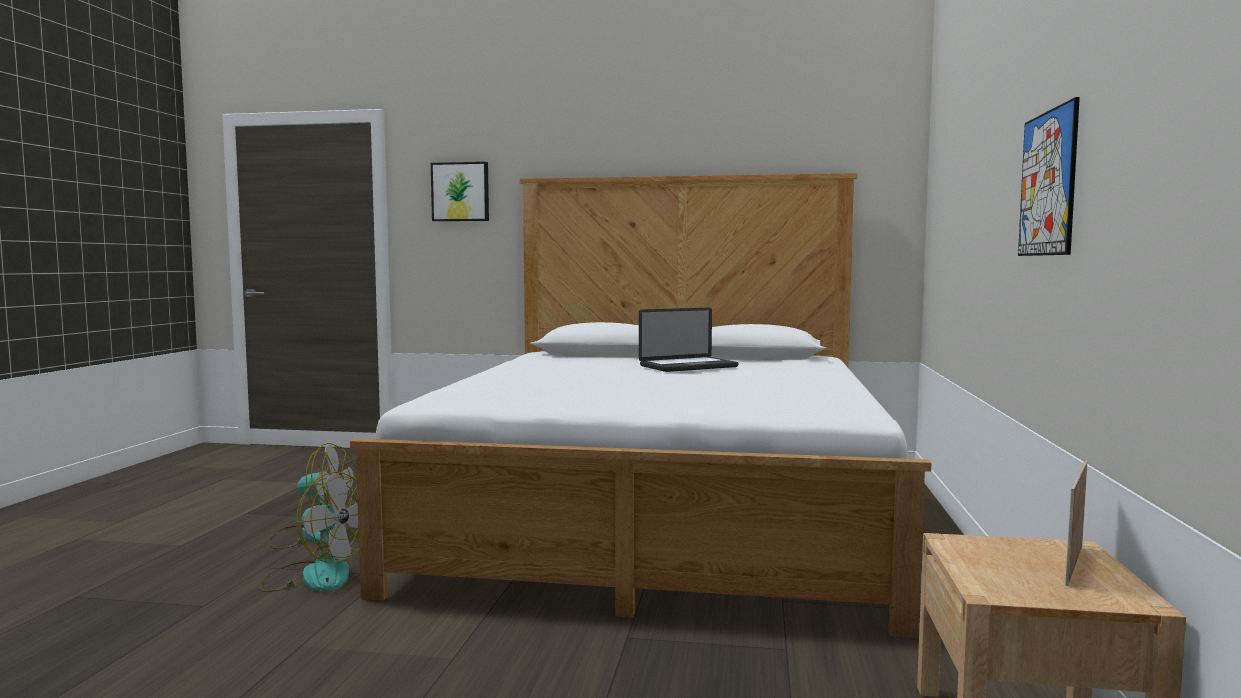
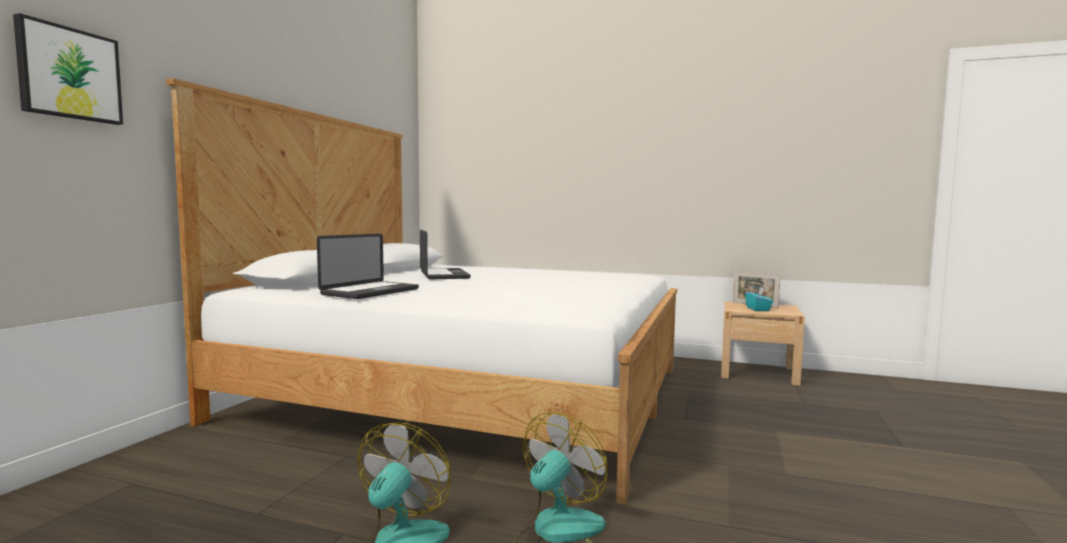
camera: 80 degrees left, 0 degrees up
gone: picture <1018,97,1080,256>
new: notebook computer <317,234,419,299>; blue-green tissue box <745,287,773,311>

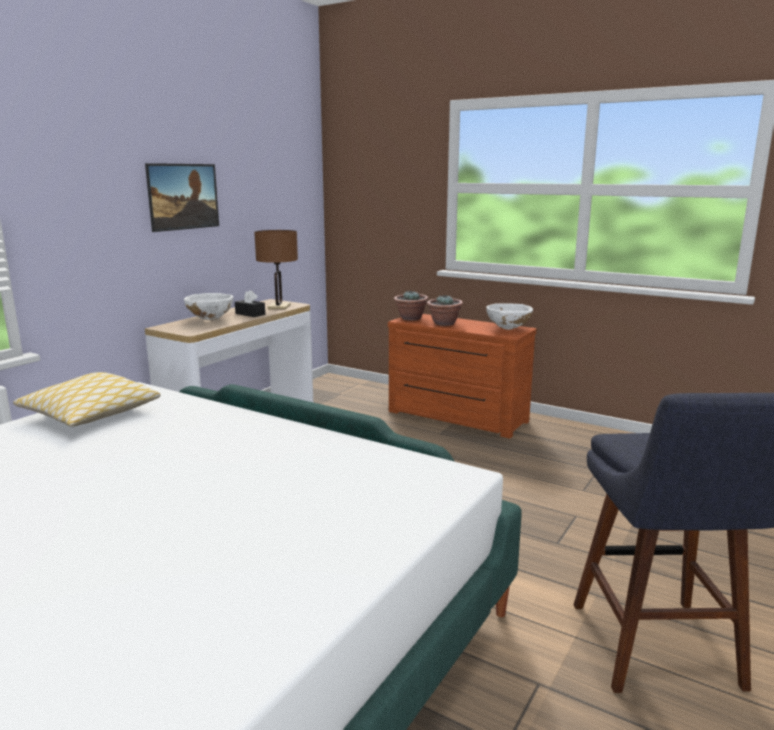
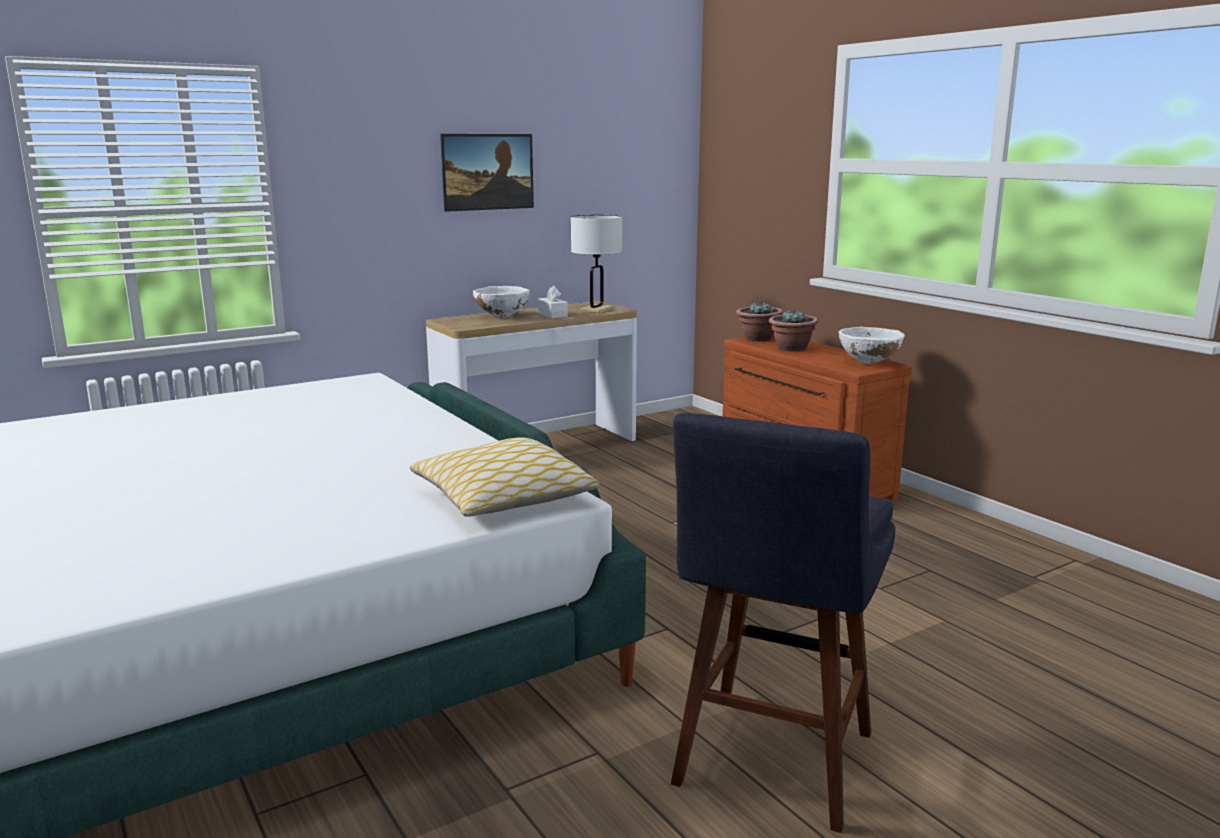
camera: 25 degrees right, 0 degrees up
shifted: cushion <13,372,161,427> to <410,437,600,517>
repainted: brown lamp for a table <254,230,298,309> to white lamp for a table <571,215,622,313>; blackish tissue box <235,290,265,317> to white tissue box <537,286,568,319>

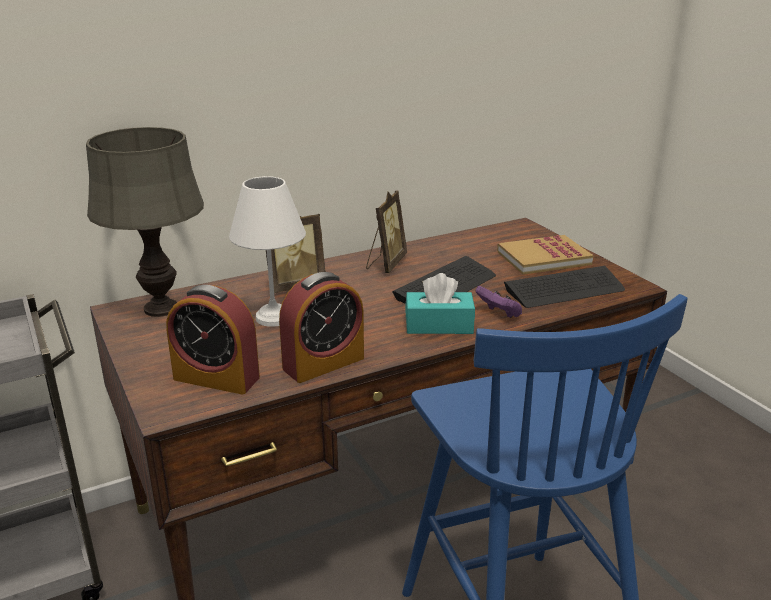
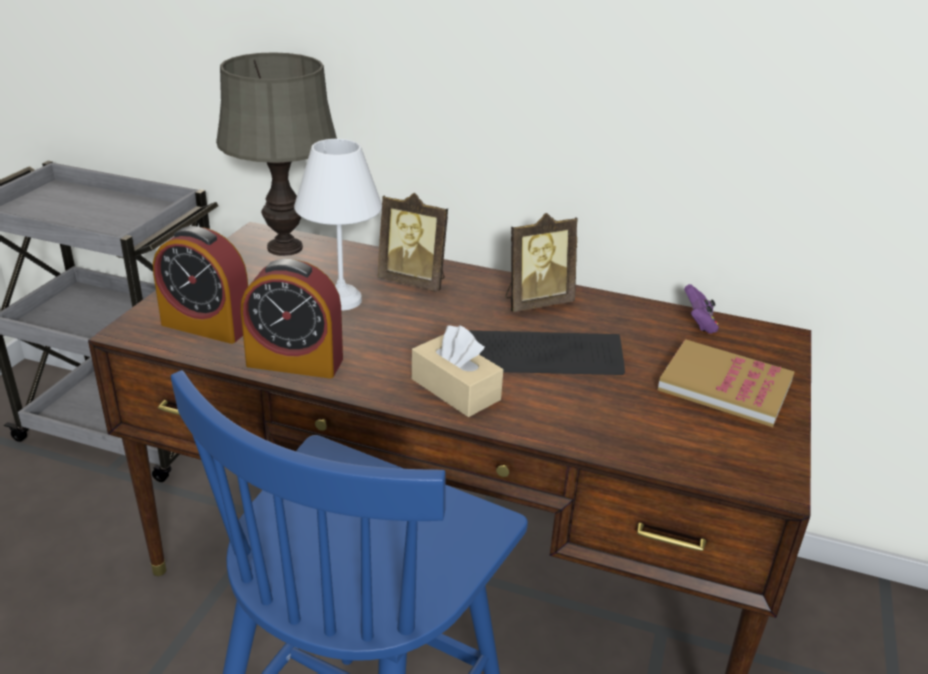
camera: 45 degrees right, 5 degrees up
gone: keyboard <504,266,625,308>
shifted: purplish gamepad <475,286,522,318> to <684,284,719,334>
repainted: blue-green tissue box <405,273,475,334> to sand-coloured tissue box <412,325,503,417>
rotated: table clock <166,285,260,394> = <153,226,248,344> 45 degrees counterclockwise

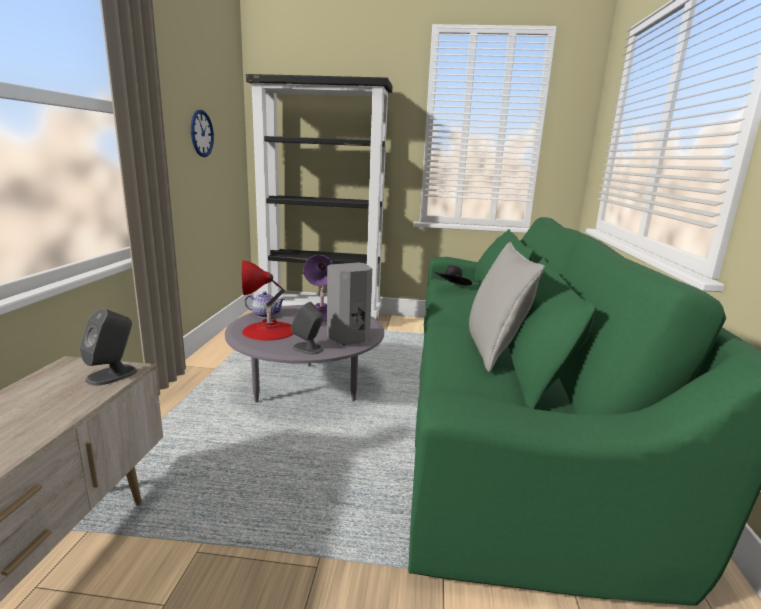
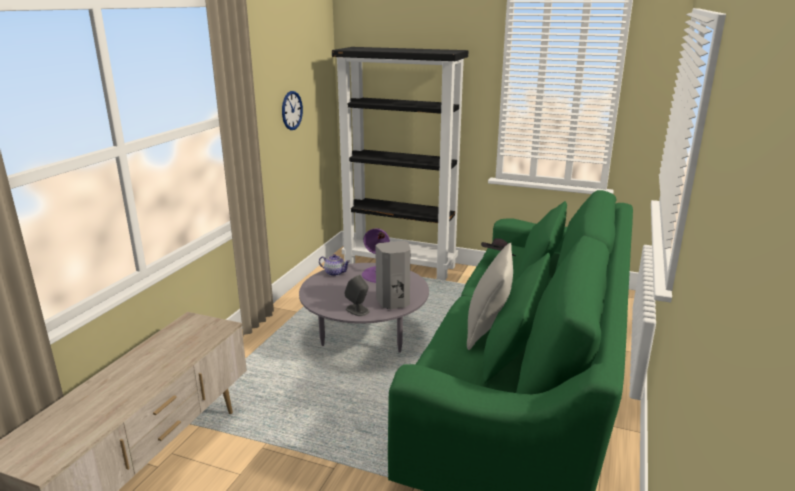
camera: 15 degrees right, 5 degrees up
gone: red-coloured lamp for a table <242,260,294,341>; grey loudspeaker <80,308,137,386>

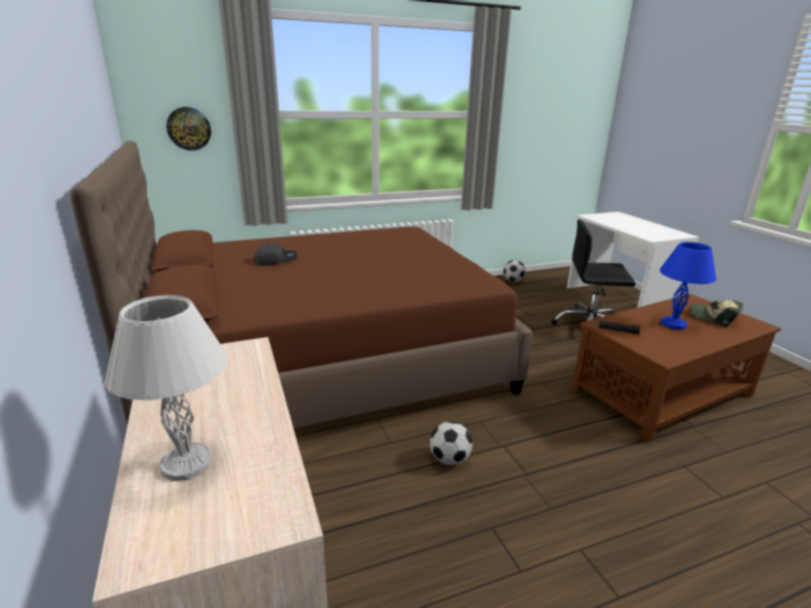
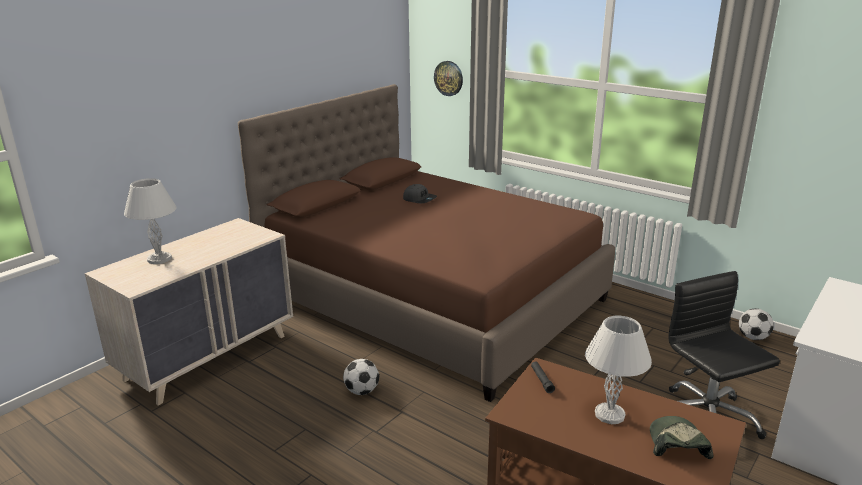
camera: 60 degrees right, 0 degrees up
repainted: blue lamp for a table <660,242,716,330> to white lamp for a table <585,315,652,424>

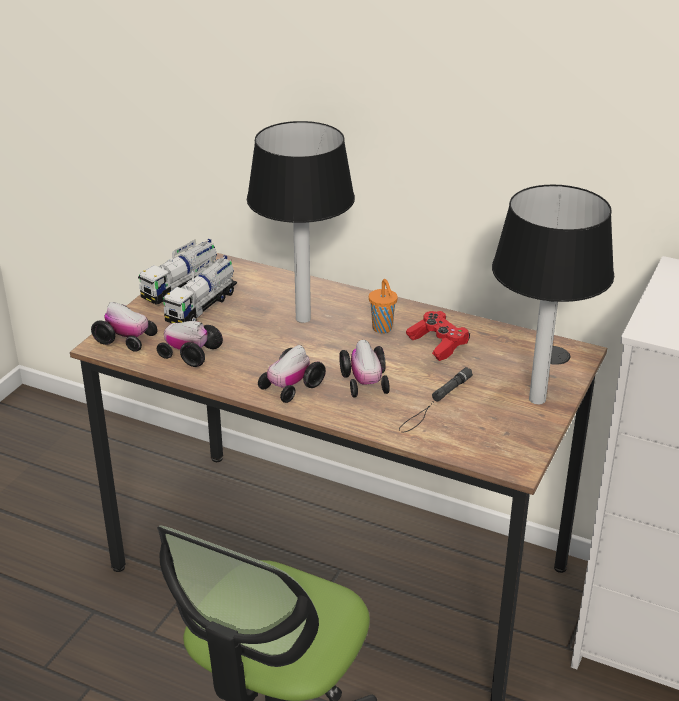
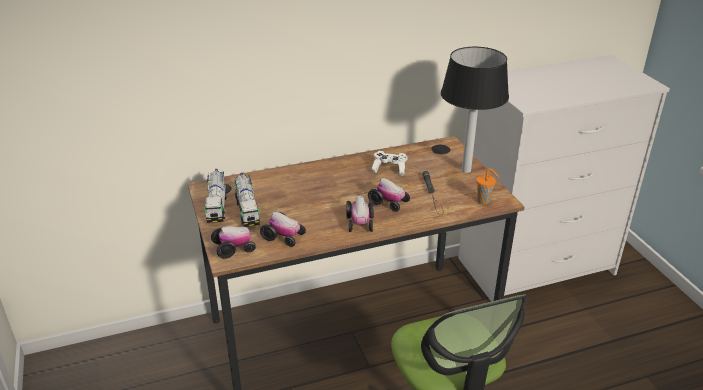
camera: 45 degrees left, 0 degrees up
gone: lamp for a table <247,121,355,323>
shifted: orangey cup <369,279,398,333> to <476,168,498,204>
repainted: red-coloured gamepad <406,311,470,361> to white gamepad <371,151,408,176>
rotated: model car <157,321,223,367> = <260,211,306,247> 135 degrees counterclockwise

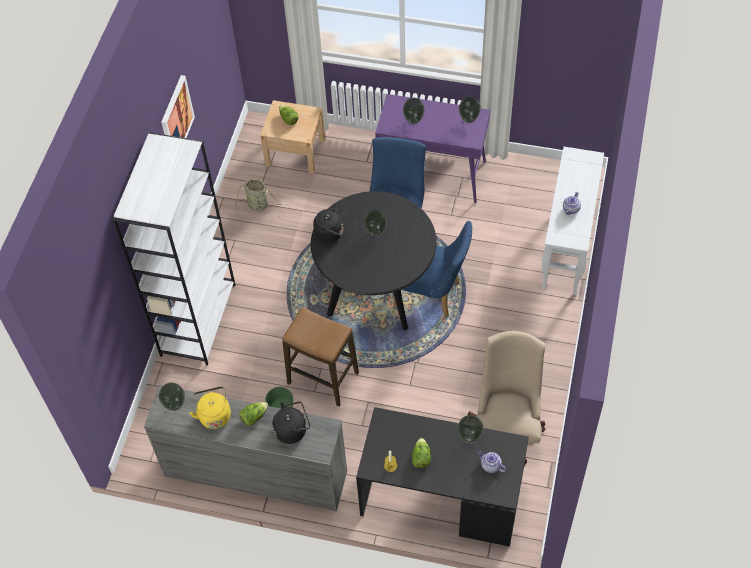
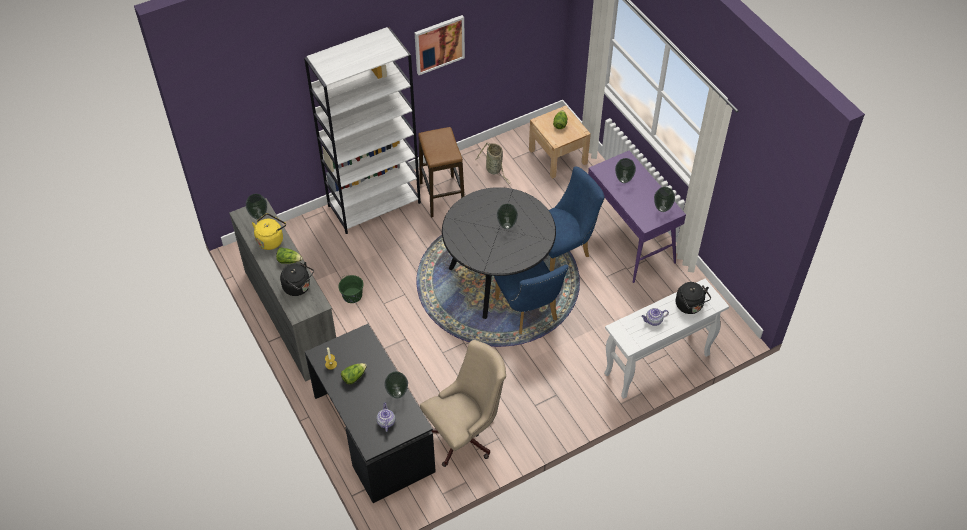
camera: 45 degrees right, 5 degrees down
shifted: blackish water kettle <313,206,347,243> to <676,282,711,314>; stool seat <282,307,359,406> to <418,127,465,218>

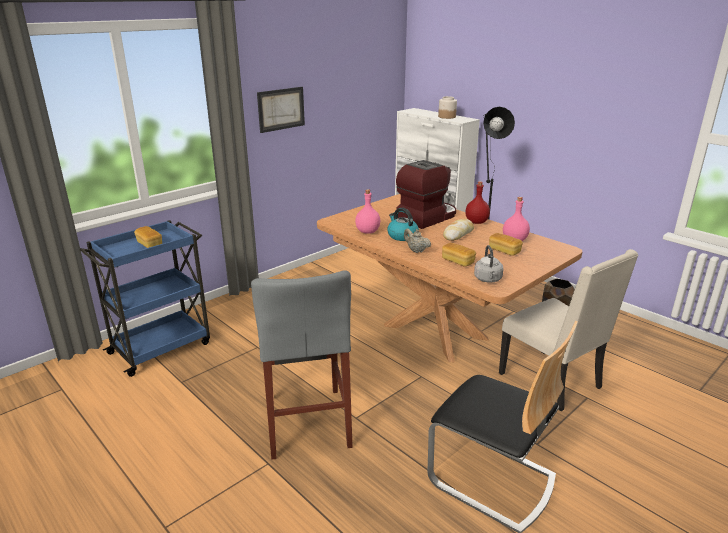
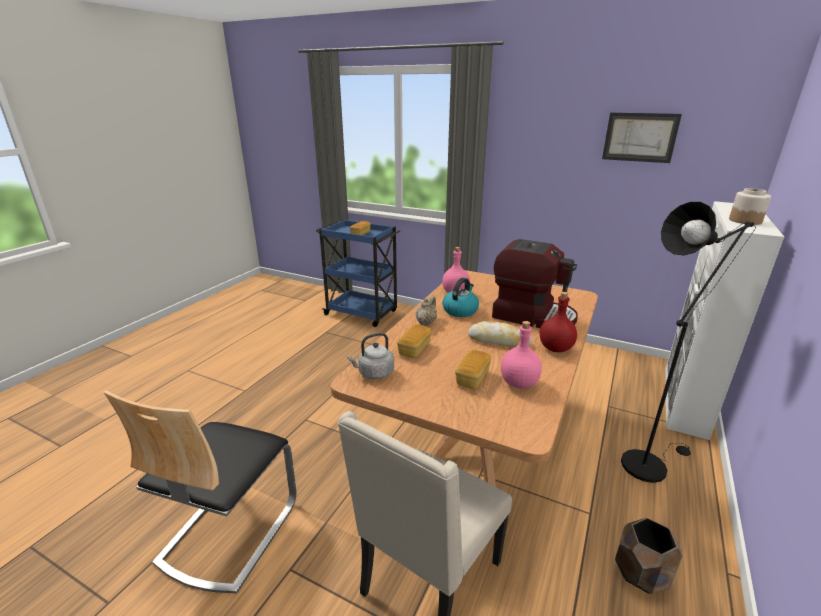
camera: 70 degrees right, 0 degrees up
gone: grey stool seat <251,270,353,460>
shifted: picture <257,87,305,133> to <602,112,682,163>

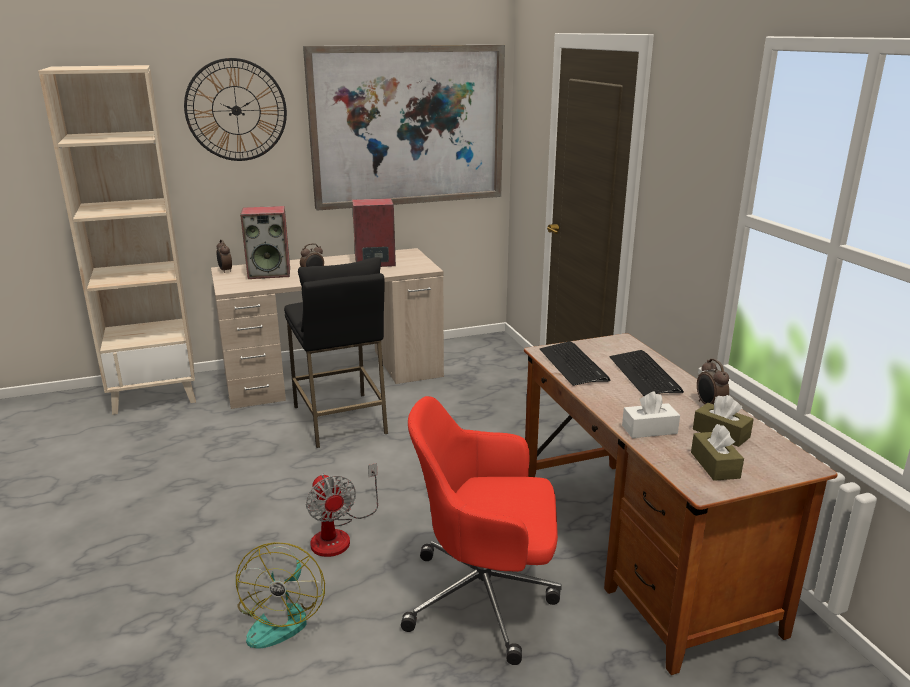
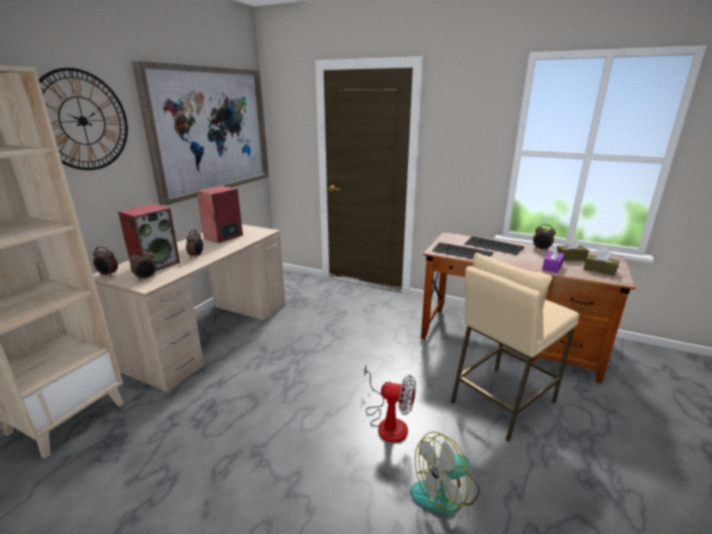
camera: 45 degrees left, 0 degrees up
gone: blackish stool seat <284,257,388,448>
new: table clock <130,249,156,281>
swapped: red-coloured office chair <401,396,562,665> to sand-coloured stool seat <451,253,579,442>
repainted: white tissue box <622,392,680,438> to purplish tissue box <542,245,565,273>
rotated: electric fan <236,542,325,649> = <410,432,480,514> 105 degrees clockwise

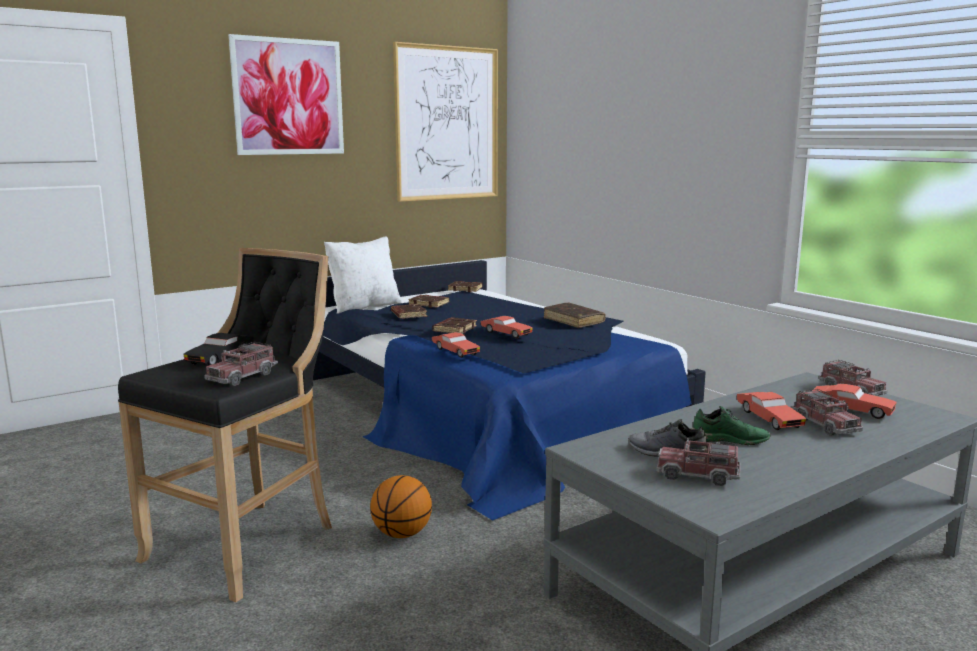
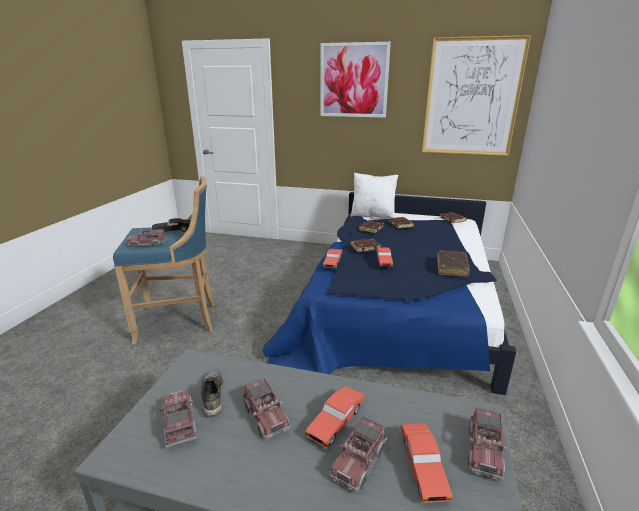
camera: 50 degrees right, 10 degrees up
gone: basketball <370,475,432,538>
swapped: green item of footwear <692,406,771,445> to model truck <242,378,291,440>
repainted: blackish stool seat <118,248,332,602> to blue stool seat <113,176,216,344>

